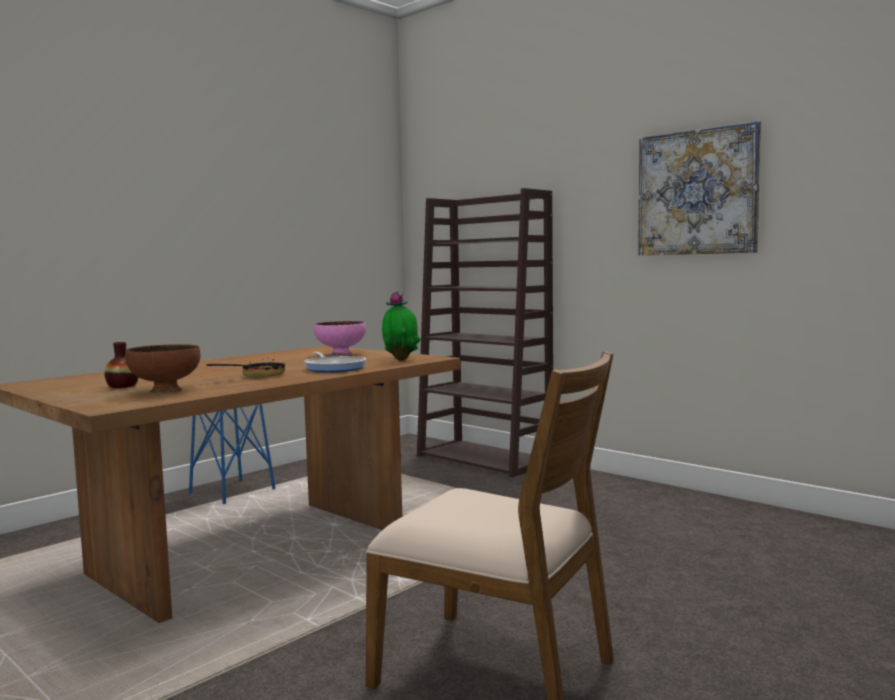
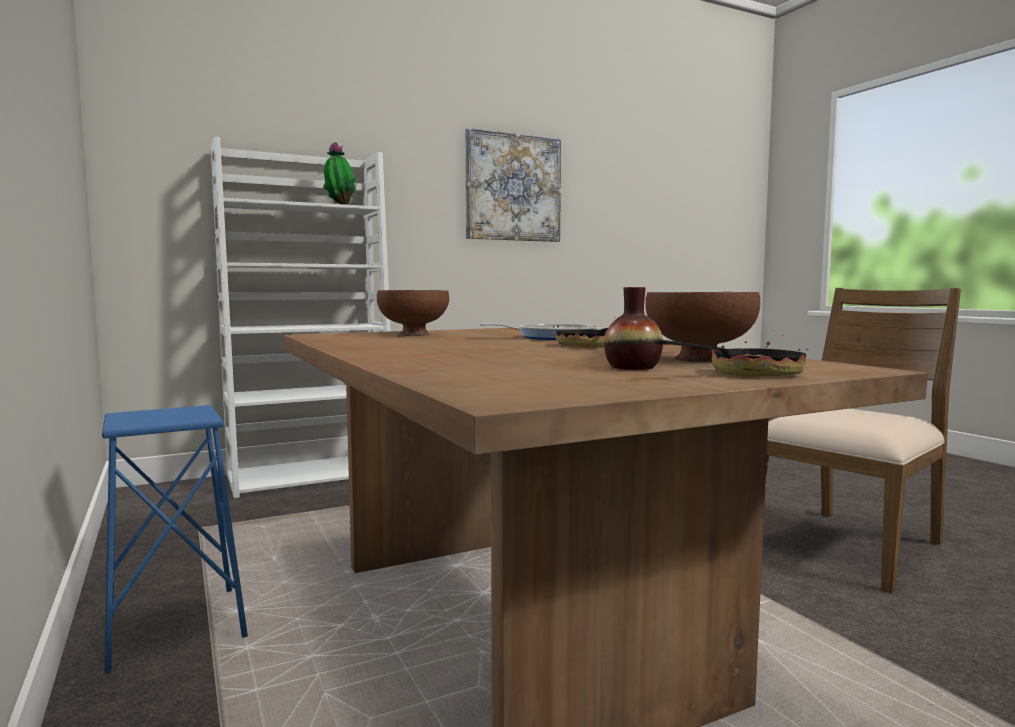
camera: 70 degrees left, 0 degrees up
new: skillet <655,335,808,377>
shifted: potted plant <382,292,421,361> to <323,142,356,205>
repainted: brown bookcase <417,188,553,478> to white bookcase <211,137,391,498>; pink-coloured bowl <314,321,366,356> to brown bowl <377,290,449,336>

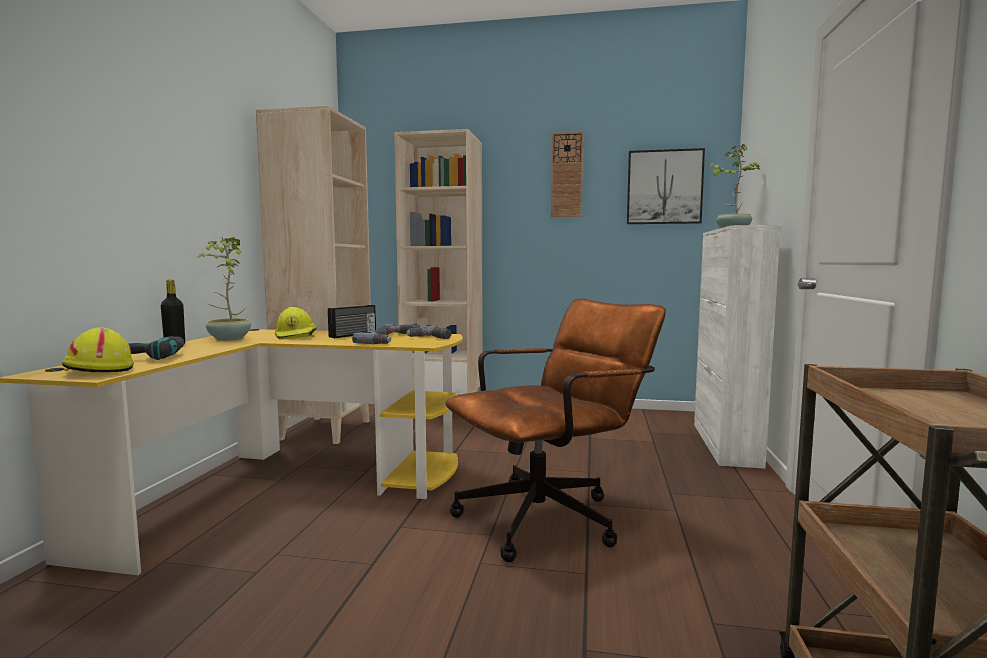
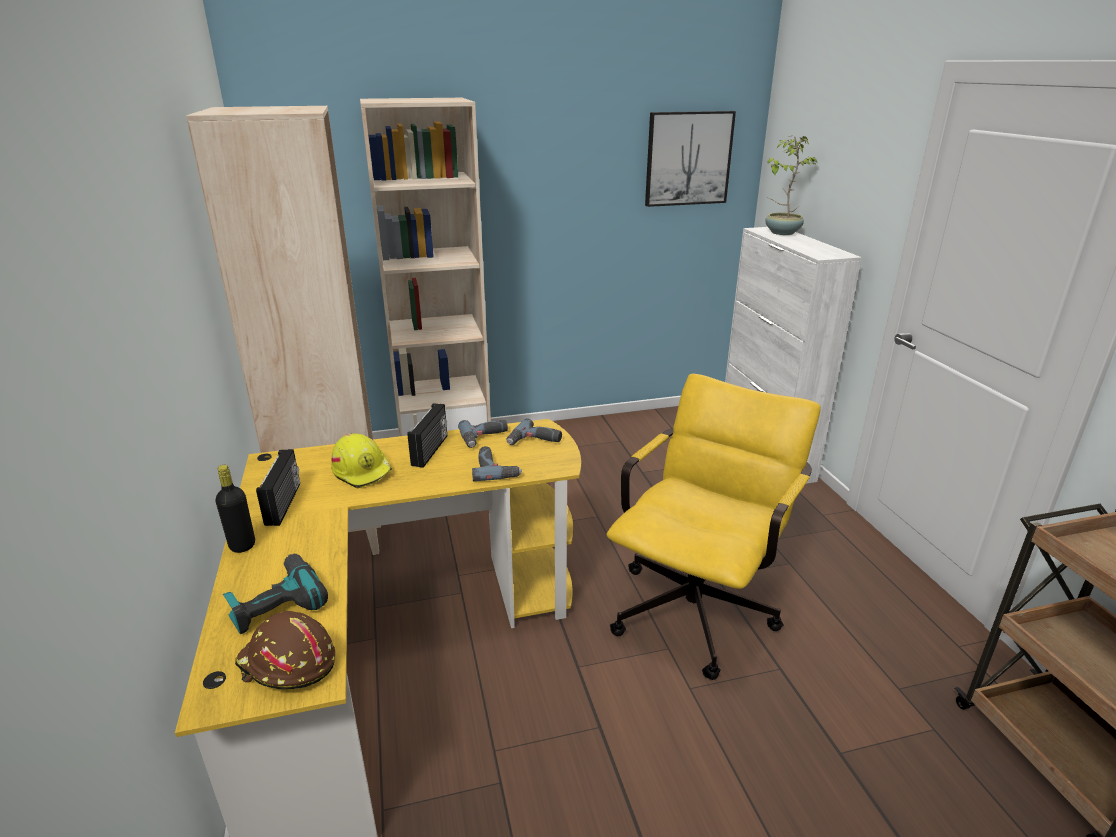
camera: 25 degrees left, 20 degrees up
gone: hanging clock <551,131,583,217>
swapped: potted plant <197,237,251,341> to radio <256,449,300,526>
repainted: brown office chair <445,298,666,562> to yellow-coloured office chair <606,374,821,680>; yellow-coloured hard hat <62,327,134,373> to brown hard hat <235,611,335,690>

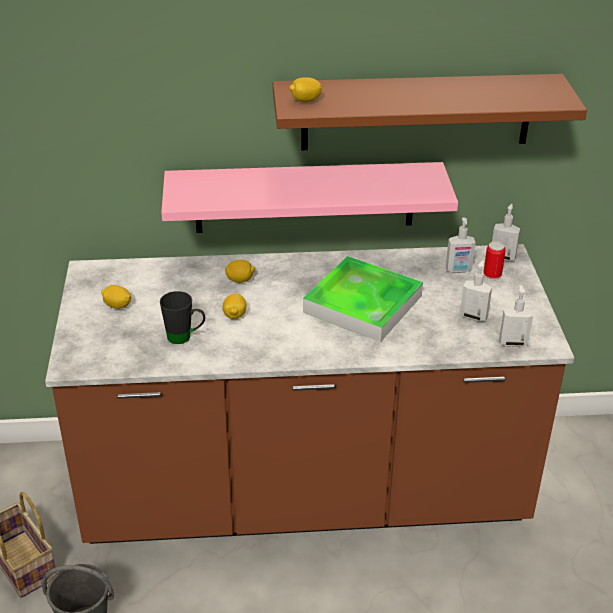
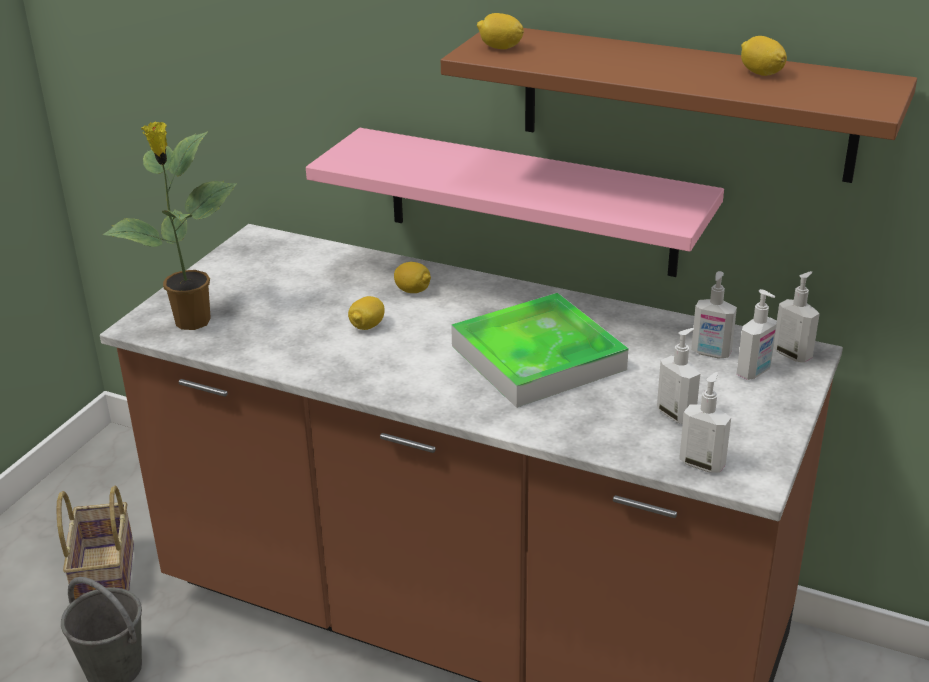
camera: 30 degrees right, 5 degrees down
gone: blackish tea mug <160,291,205,344>
new: potted plant <103,122,237,330>
shifted: citrus fruit <101,285,131,309> to <741,36,787,76>
swapped: sealed can <483,241,506,281> to liquid soap bottle <737,289,777,380>

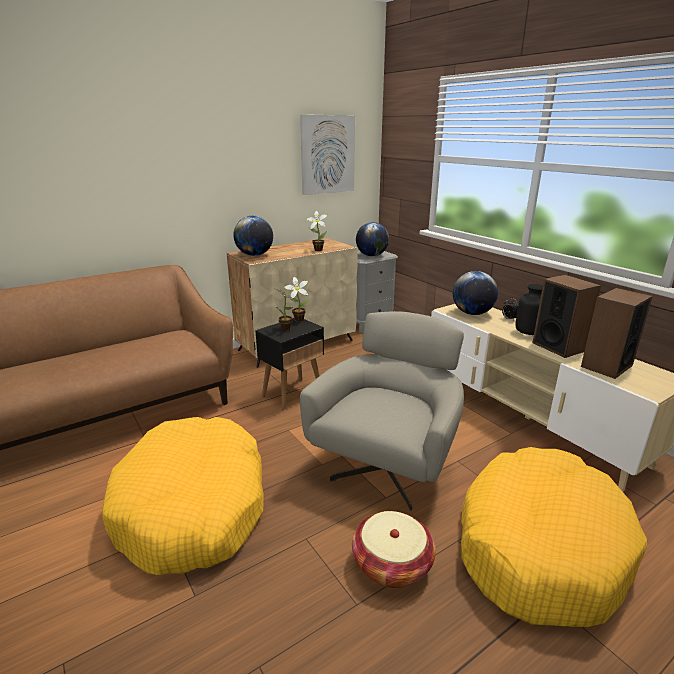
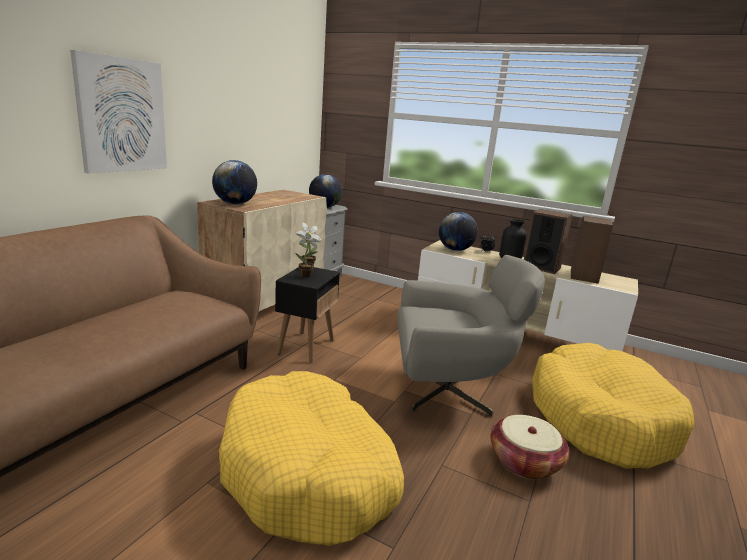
camera: 30 degrees left, 5 degrees down
gone: potted plant <307,211,327,251>
shifted: picture <300,115,355,195> to <70,50,167,173>
rotated: grey lounge chair <300,311,464,511> = <397,255,545,417> 90 degrees clockwise

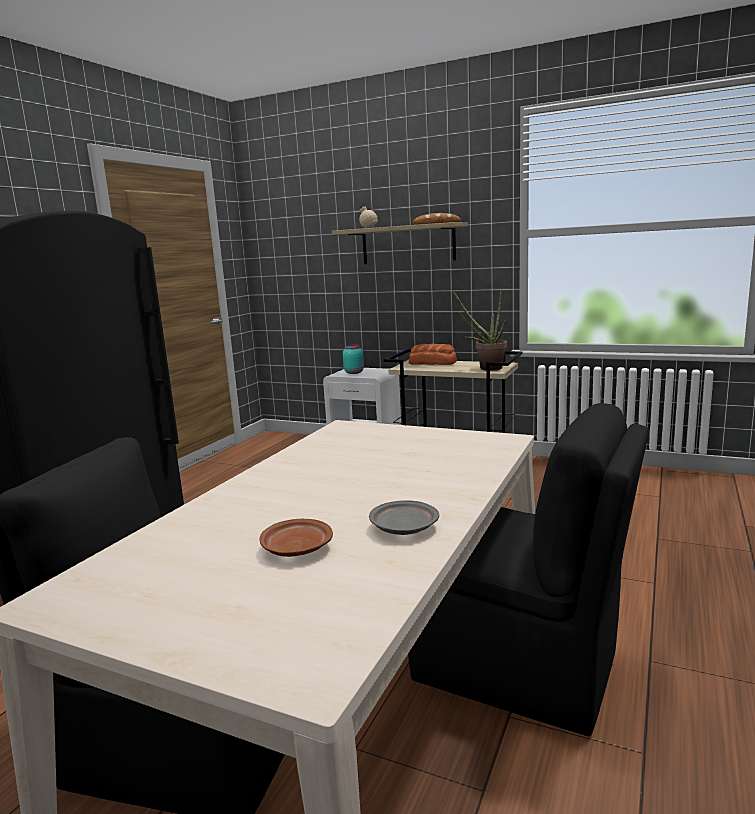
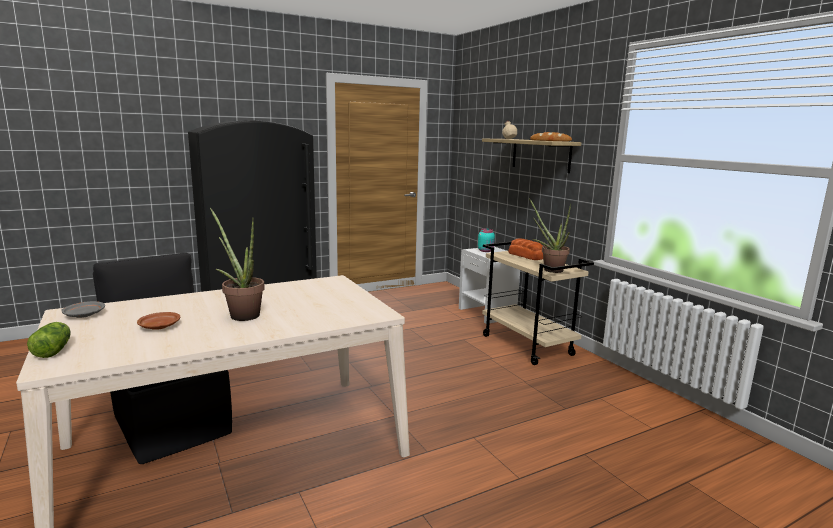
camera: 35 degrees right, 0 degrees up
gone: blackish plain chair <408,403,649,737>
new: potted plant <210,208,265,321>; lettuce <27,322,71,358>
shifted: grey dinner plate <369,500,439,535> to <61,301,105,318>

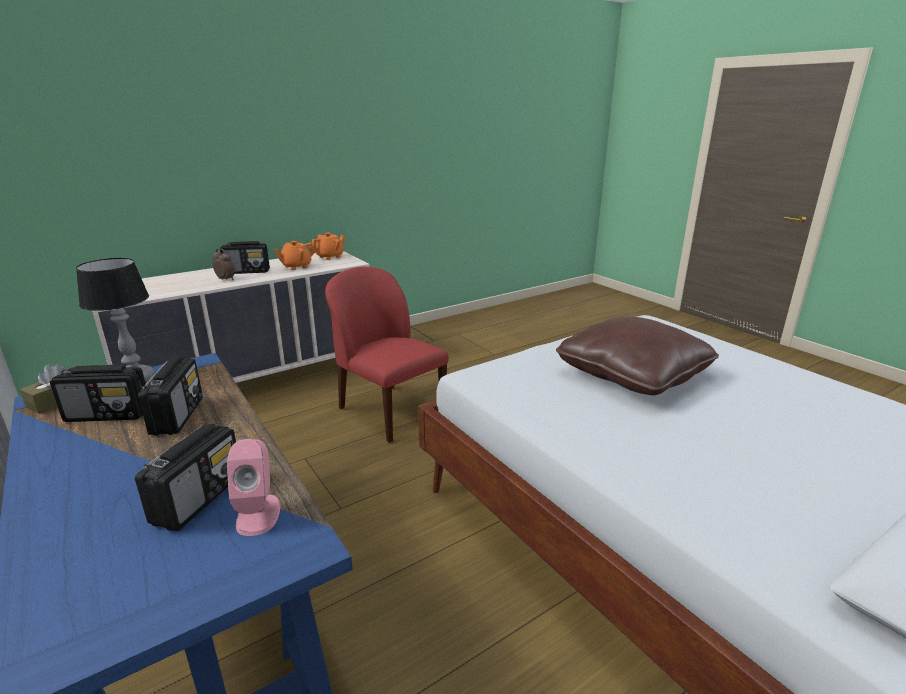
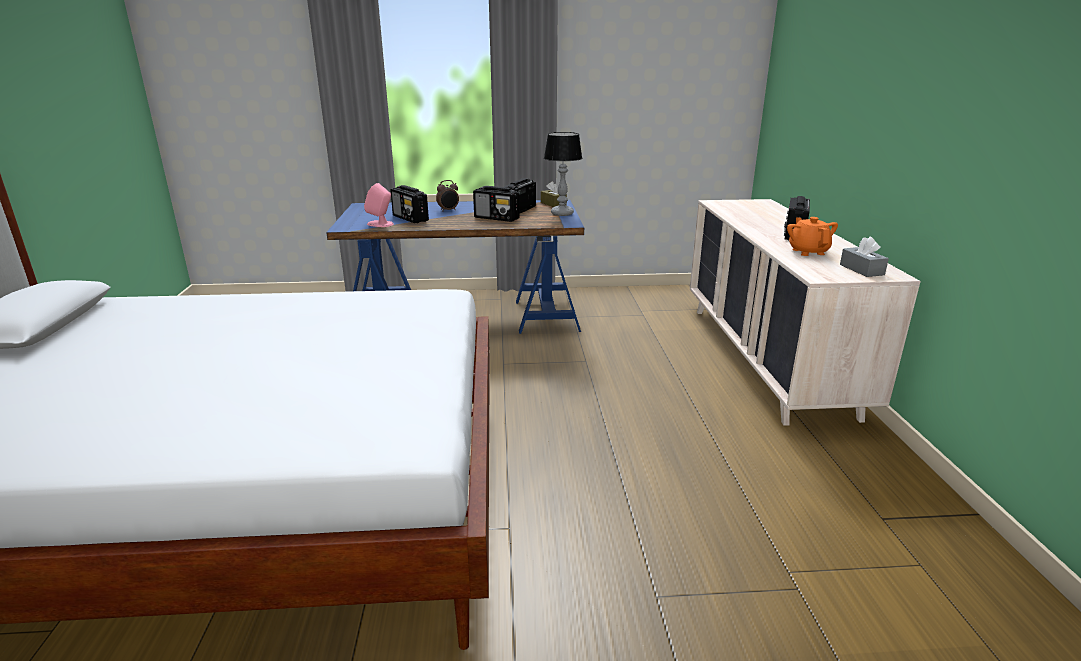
camera: 120 degrees right, 0 degrees up
gone: red-coloured plain chair <325,267,449,443>; brown cushion <556,317,719,395>
shifted: table clock <213,248,235,281> to <436,180,459,212>
swapped: orangey teapot <312,232,345,260> to grey tissue box <840,236,889,277>

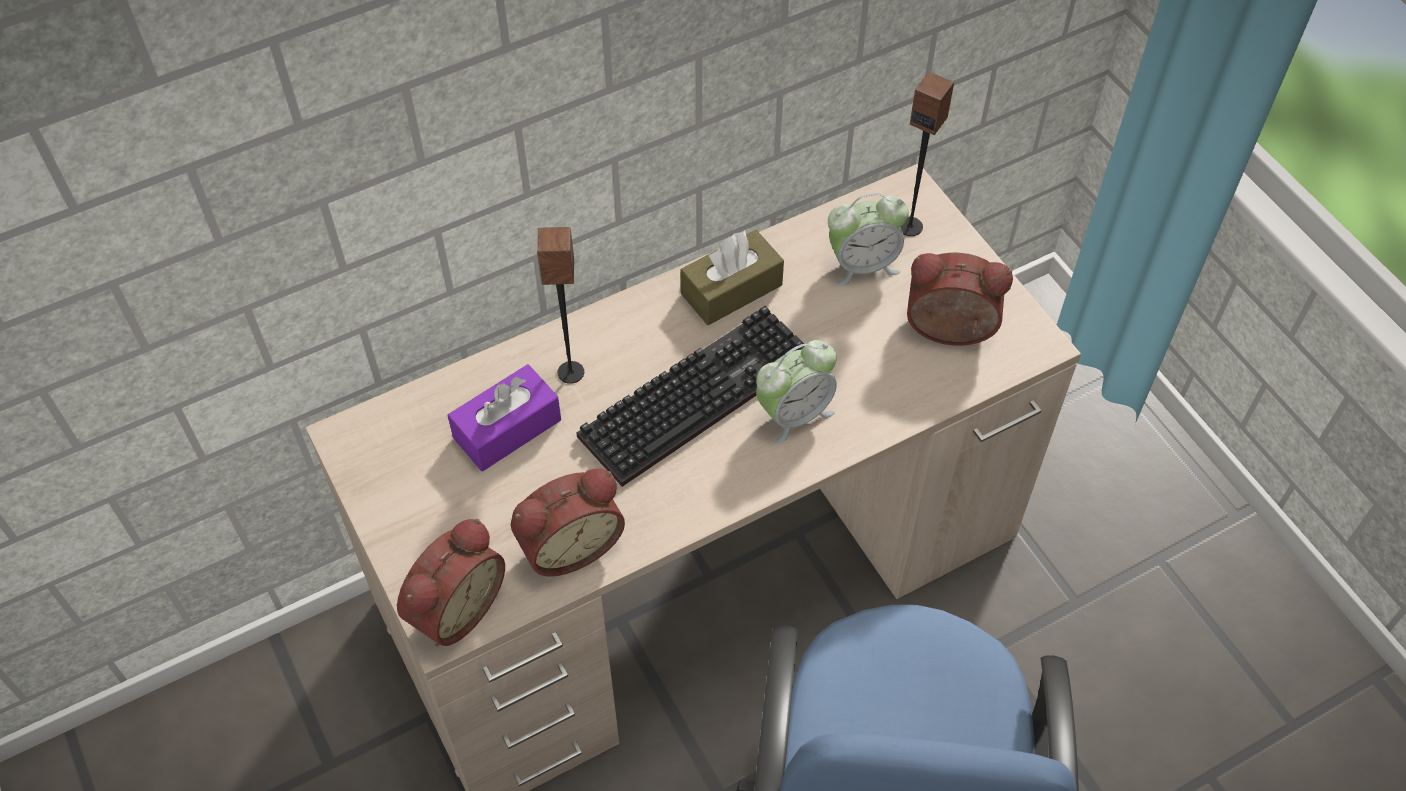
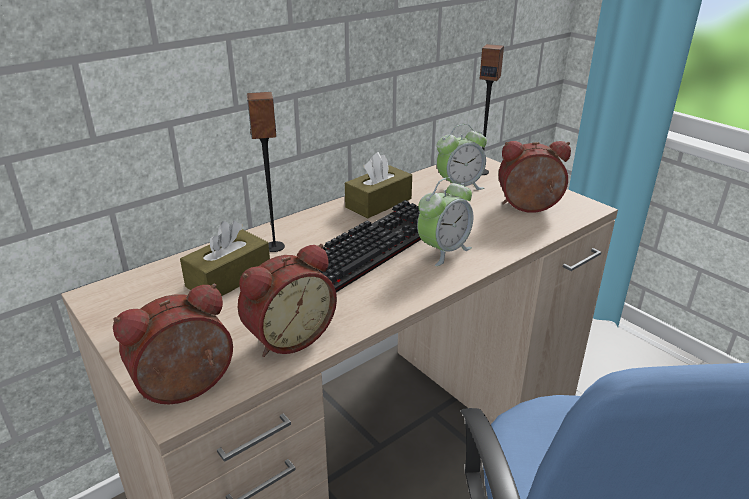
camera: 10 degrees left, 25 degrees down
repainted: purplish tissue box <448,364,561,471> to brown tissue box <180,221,270,296>
rotated: table clock <397,518,505,647> = <113,284,233,404> 150 degrees counterclockwise

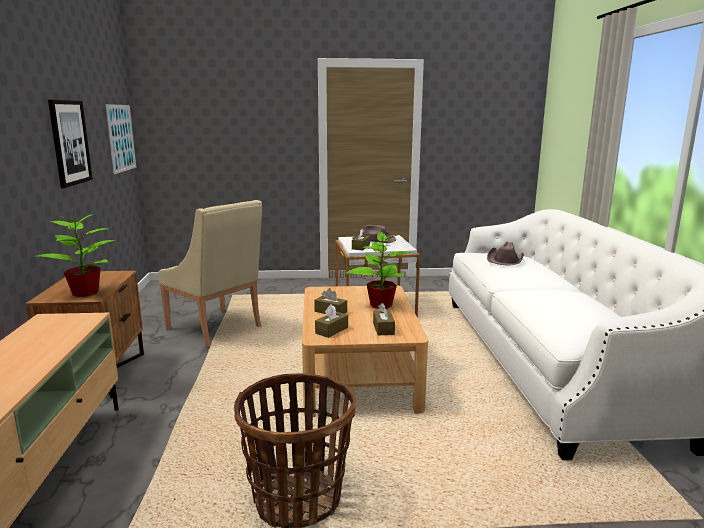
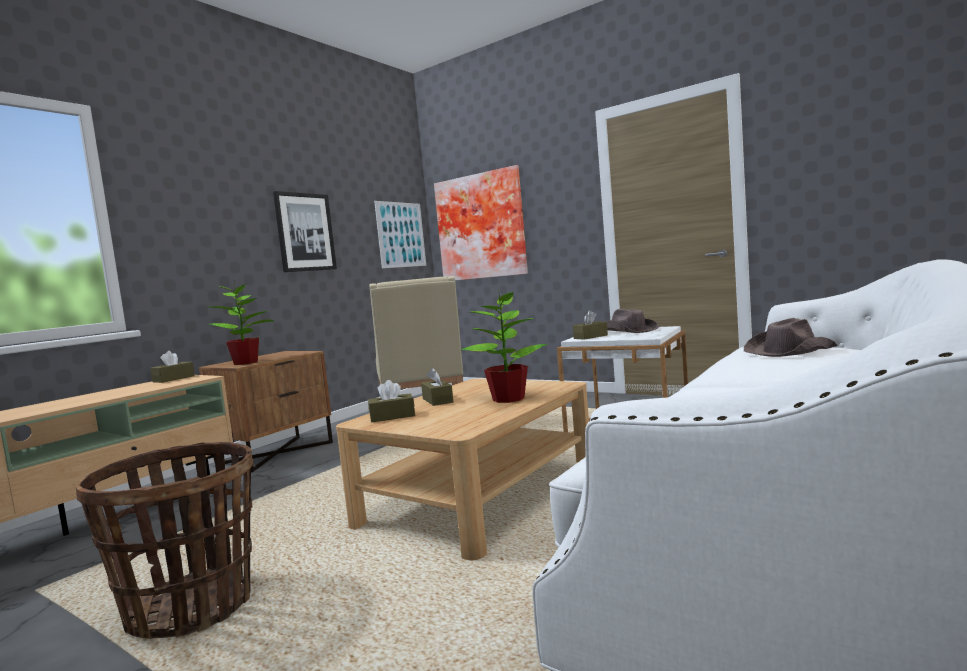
camera: 40 degrees right, 10 degrees down
new: picture <434,165,528,281>
shifted: brown tissue box <373,303,395,335> to <150,351,195,383>

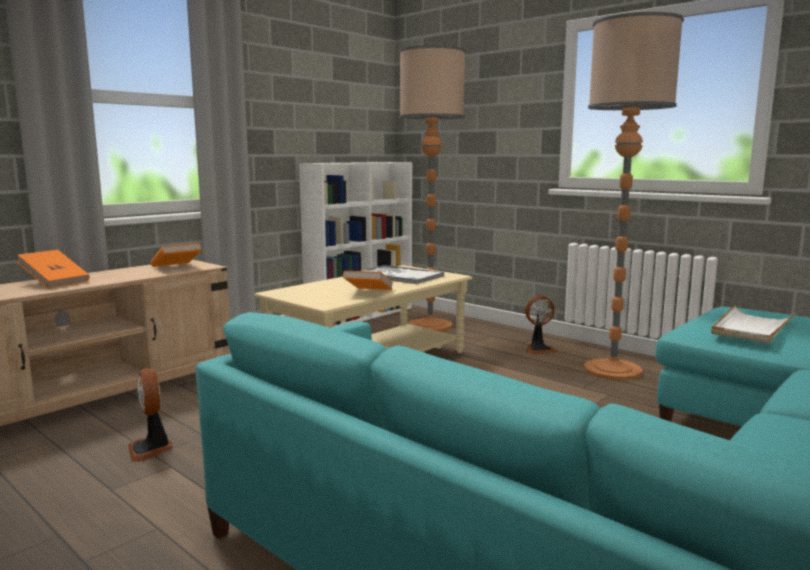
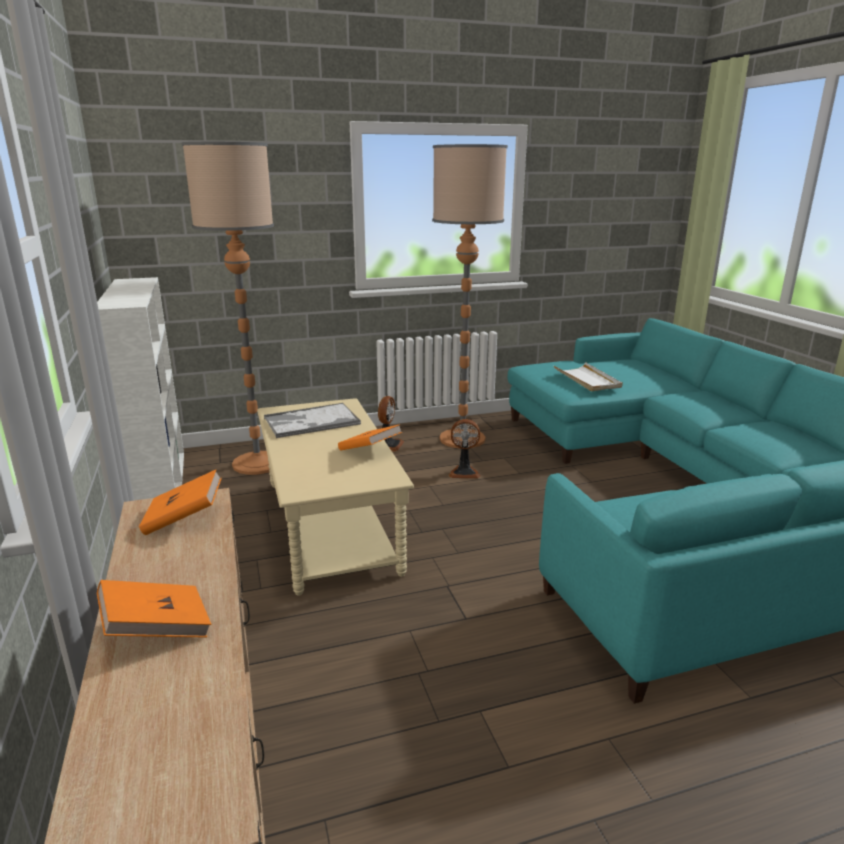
camera: 60 degrees left, 10 degrees up
shifted: electric fan <128,368,173,462> to <448,419,481,478>

